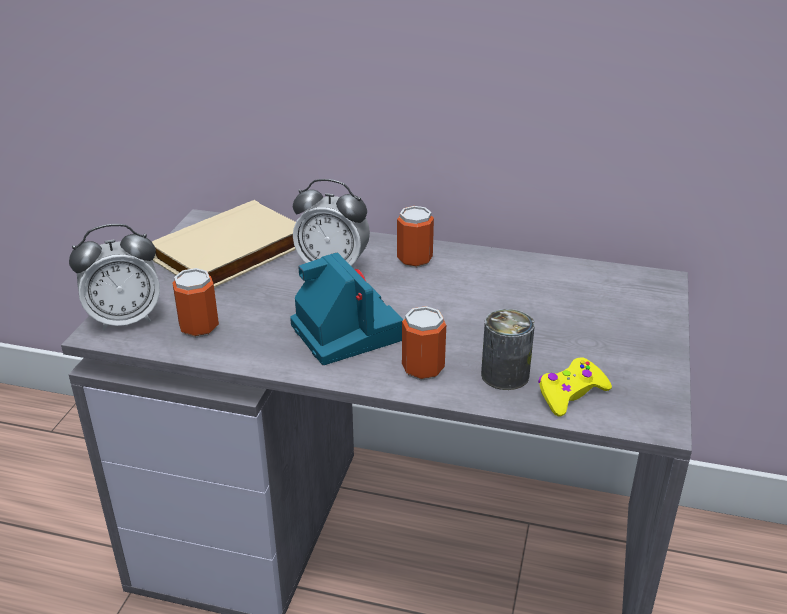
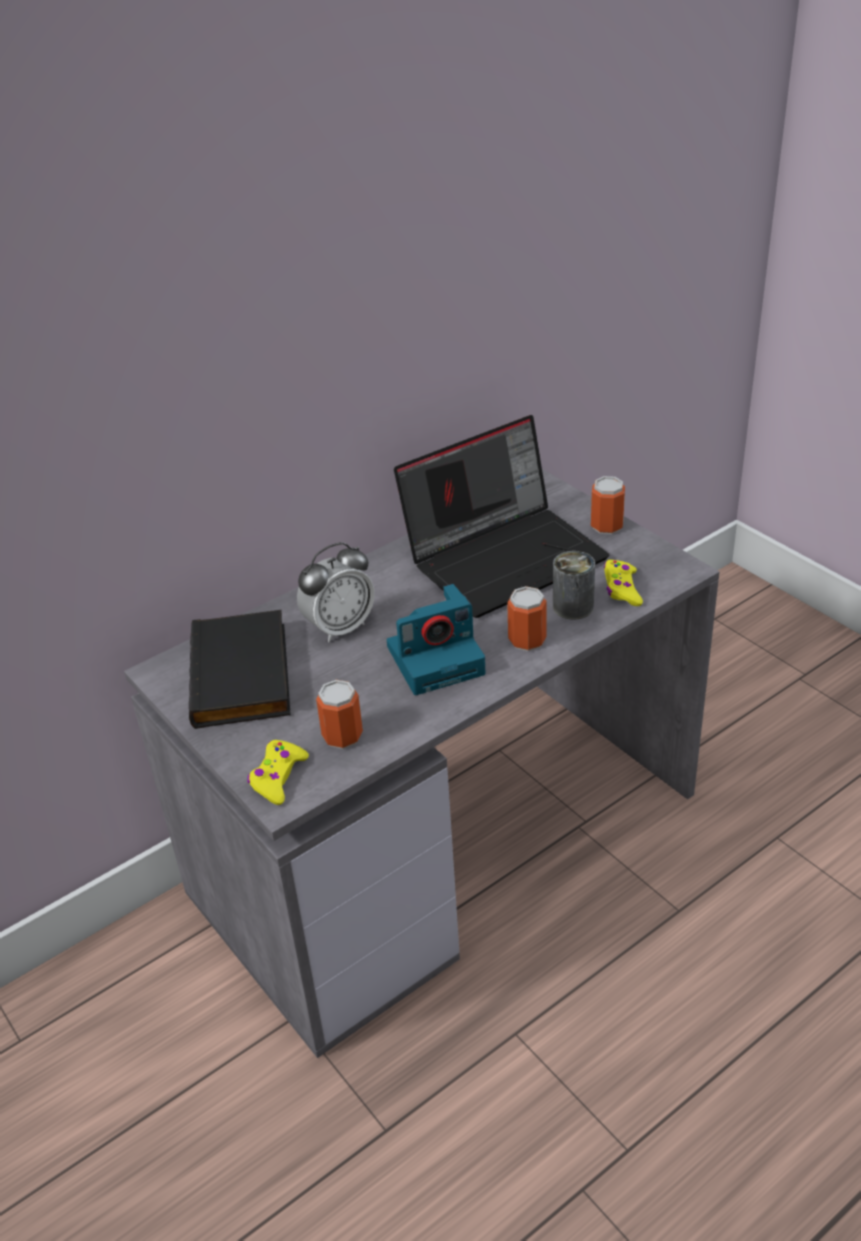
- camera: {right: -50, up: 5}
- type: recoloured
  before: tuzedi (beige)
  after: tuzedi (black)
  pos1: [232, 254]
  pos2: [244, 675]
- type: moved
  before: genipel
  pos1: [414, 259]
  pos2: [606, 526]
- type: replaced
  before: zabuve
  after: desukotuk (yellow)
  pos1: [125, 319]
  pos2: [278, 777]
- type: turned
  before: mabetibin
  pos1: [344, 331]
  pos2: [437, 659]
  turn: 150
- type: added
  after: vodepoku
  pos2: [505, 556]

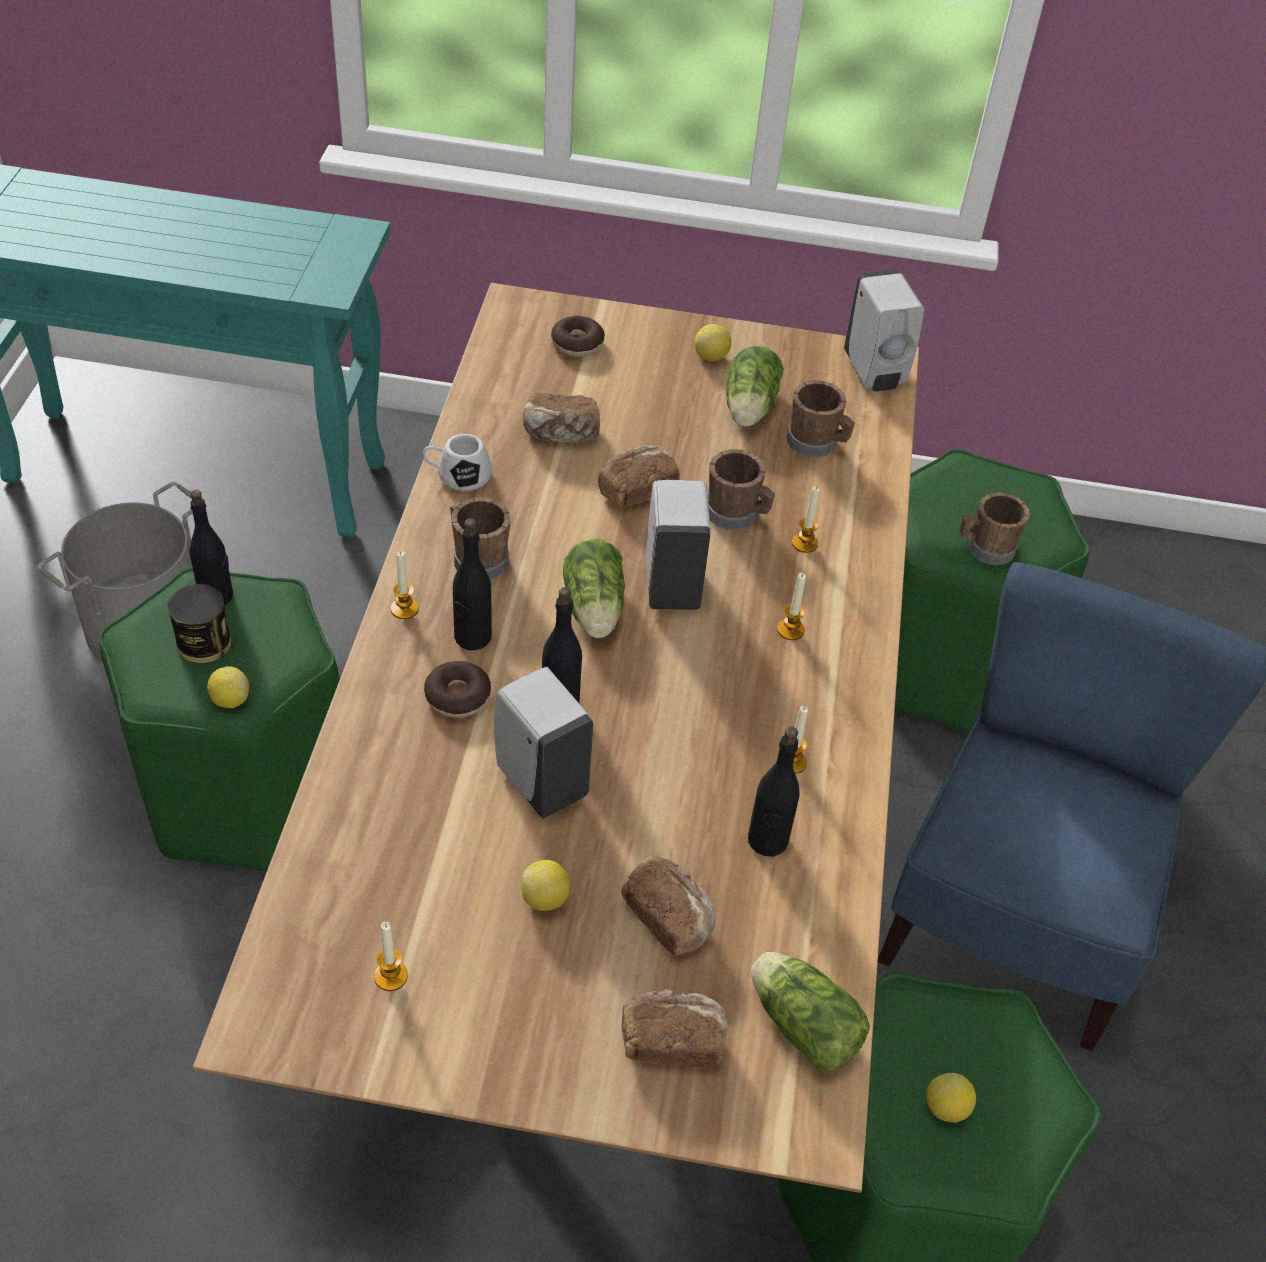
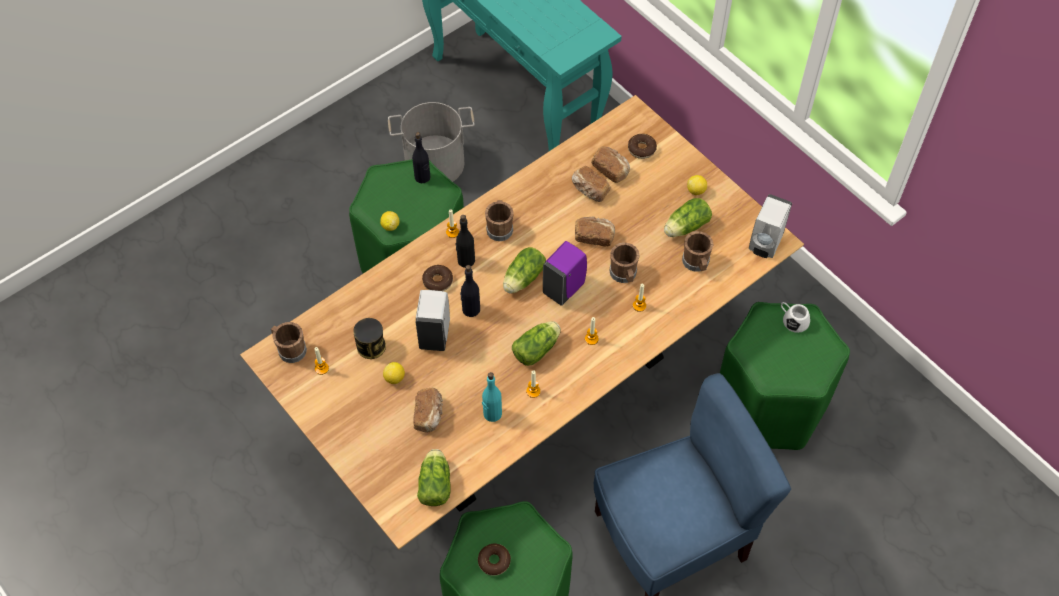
- camera: {right: 45, up: 10}
- type: moved
  before: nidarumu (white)
  pos1: [457, 475]
  pos2: [792, 320]
- type: recoloured
  before: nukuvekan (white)
  after: nukuvekan (purple)
  pos1: [672, 584]
  pos2: [565, 288]
- type: moved
  before: nidarumu (brown)
  pos1: [985, 549]
  pos2: [290, 349]
- type: moved
  before: genipel
  pos1: [204, 643]
  pos2: [371, 346]
- type: recoloured
  before: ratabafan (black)
  after: ratabafan (turquoise)
  pos1: [767, 840]
  pos2: [492, 413]
- type: moved
  before: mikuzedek
  pos1: [672, 1040]
  pos2: [611, 169]
- type: replaced
  before: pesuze
  after: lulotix
  pos1: [945, 1108]
  pos2: [494, 561]
- type: added
  after: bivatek
  pos2: [538, 348]

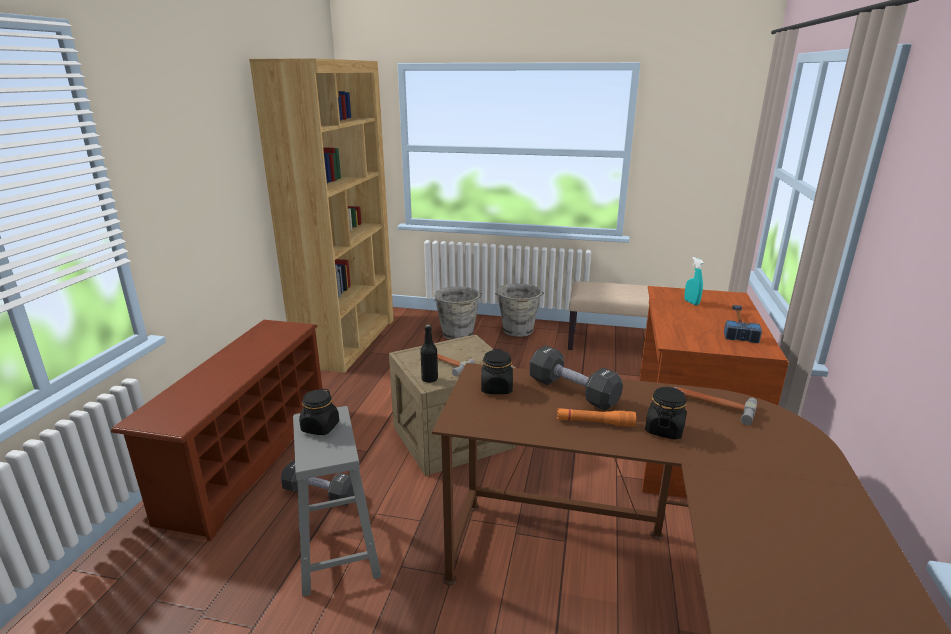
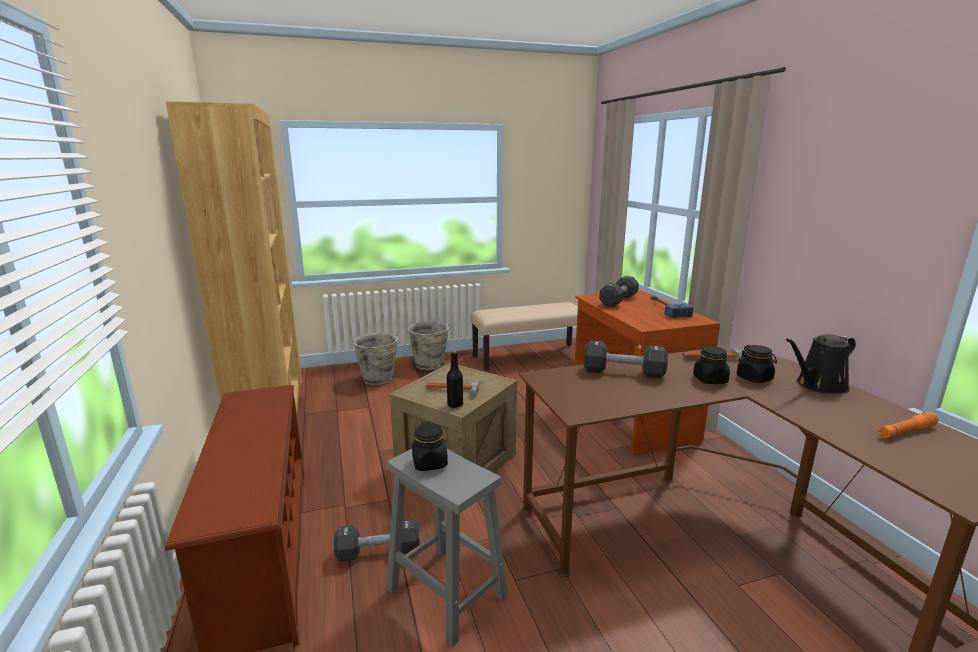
- camera: {right: -30, up: -5}
- type: replaced
  before: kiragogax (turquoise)
  after: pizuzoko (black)
  pos1: [691, 302]
  pos2: [618, 301]
- type: moved
  before: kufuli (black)
  pos1: [496, 388]
  pos2: [754, 378]
- type: moved
  before: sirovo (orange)
  pos1: [595, 422]
  pos2: [905, 431]
- type: added
  after: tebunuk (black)
  pos2: [818, 386]

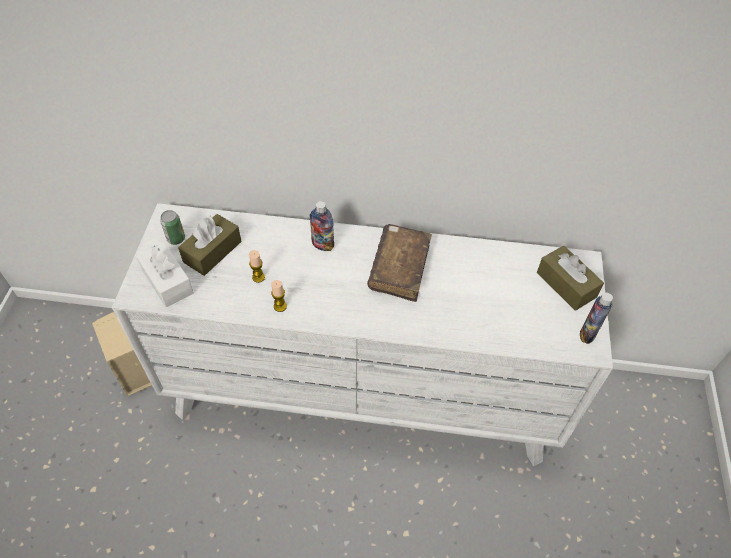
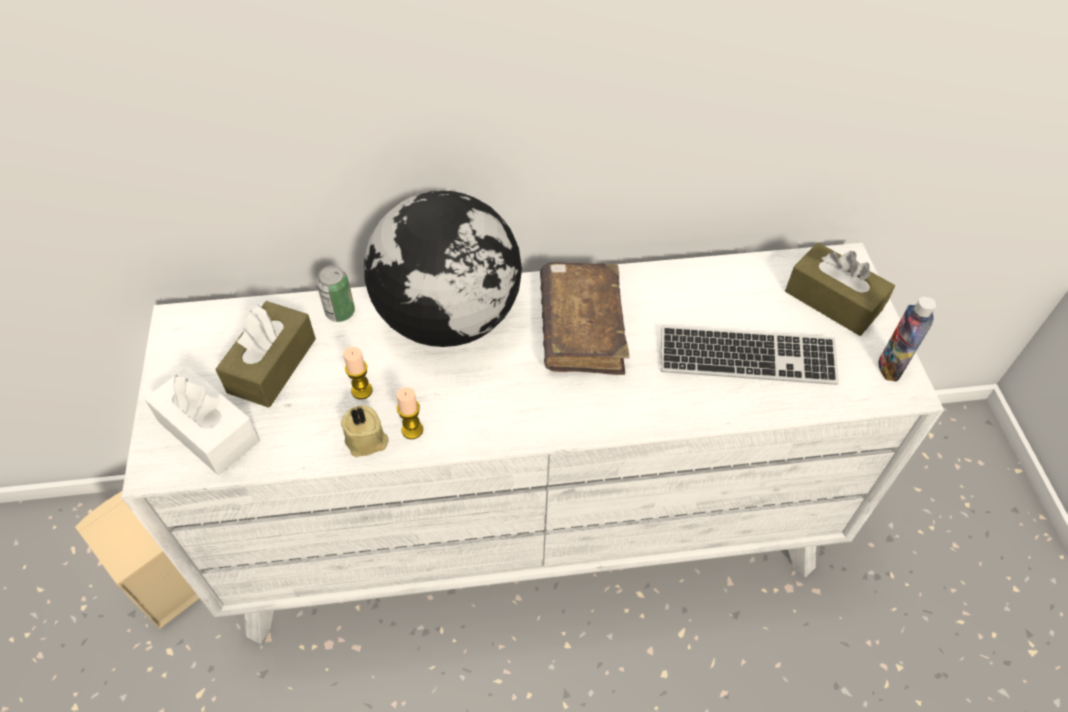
- camera: {right: -15, up: 0}
- type: replaced
  before: ratabafan
  after: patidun
  pos1: [323, 245]
  pos2: [450, 317]
- type: moved
  before: genipel
  pos1: [176, 239]
  pos2: [340, 312]
- type: added
  after: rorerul
  pos2: [747, 358]
- type: added
  after: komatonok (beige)
  pos2: [367, 441]

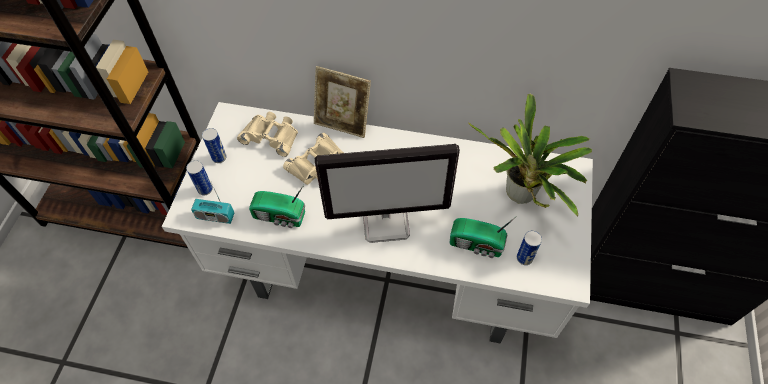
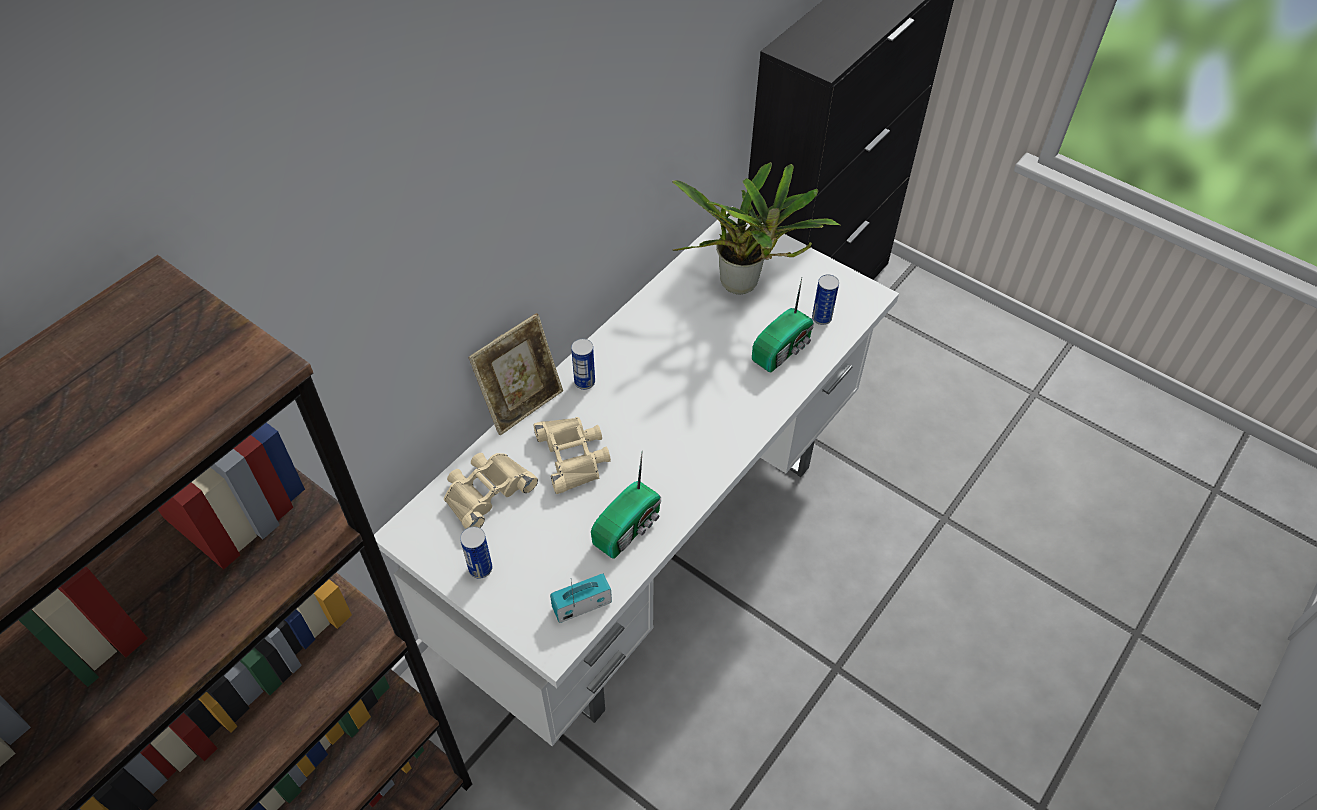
- camera: {right: -65, up: -5}
- type: removed
  before: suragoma
  pos1: [387, 221]
- type: moved
  before: genipel
  pos1: [205, 189]
  pos2: [584, 382]
- type: turned
  before: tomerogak
  pos1: [215, 216]
  pos2: [581, 605]
  turn: -150

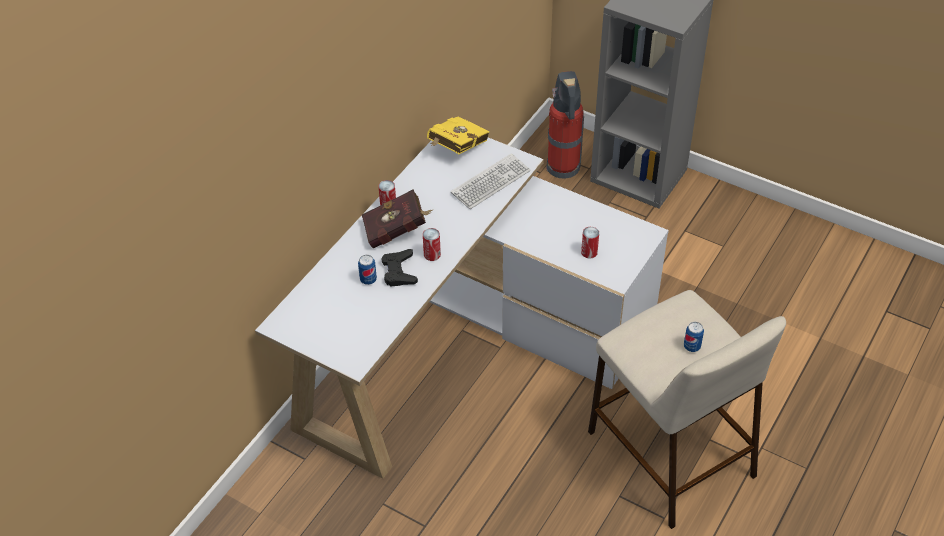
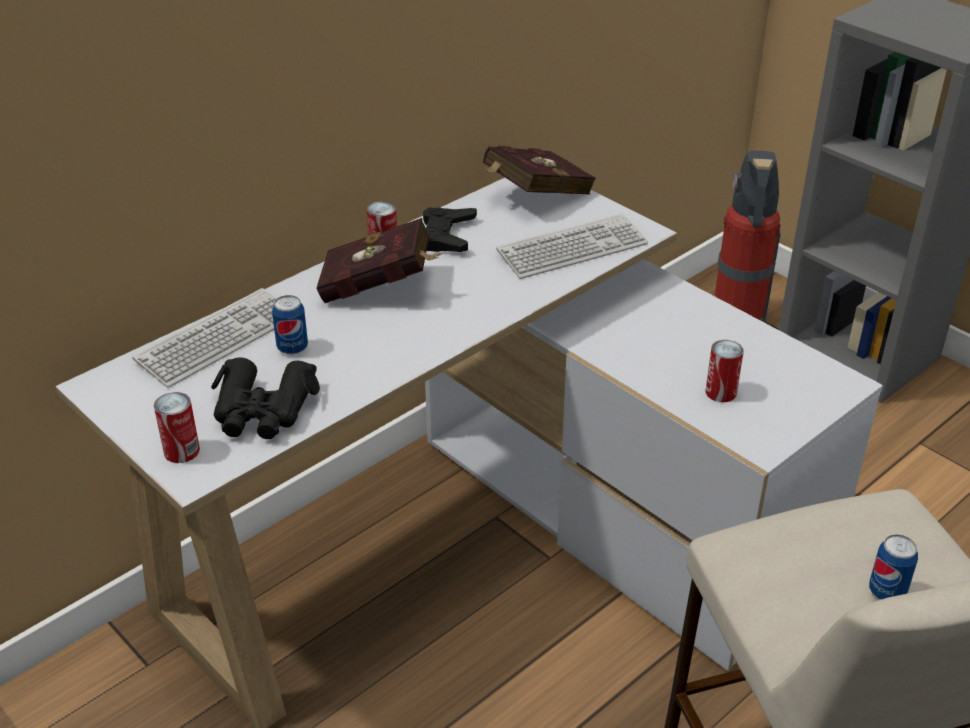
- camera: {right: 15, up: -10}
- type: recoloured
  before: tuzedi (yellow)
  after: tuzedi (red)
  pos1: [456, 148]
  pos2: [534, 196]
- type: moved
  before: genipel
  pos1: [432, 254]
  pos2: [181, 451]
- type: moved
  before: desukotuk (black)
  pos1: [399, 271]
  pos2: [446, 236]
- type: added
  after: rorerul
  pos2: [217, 339]
- type: added
  after: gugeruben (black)
  pos2: [263, 410]

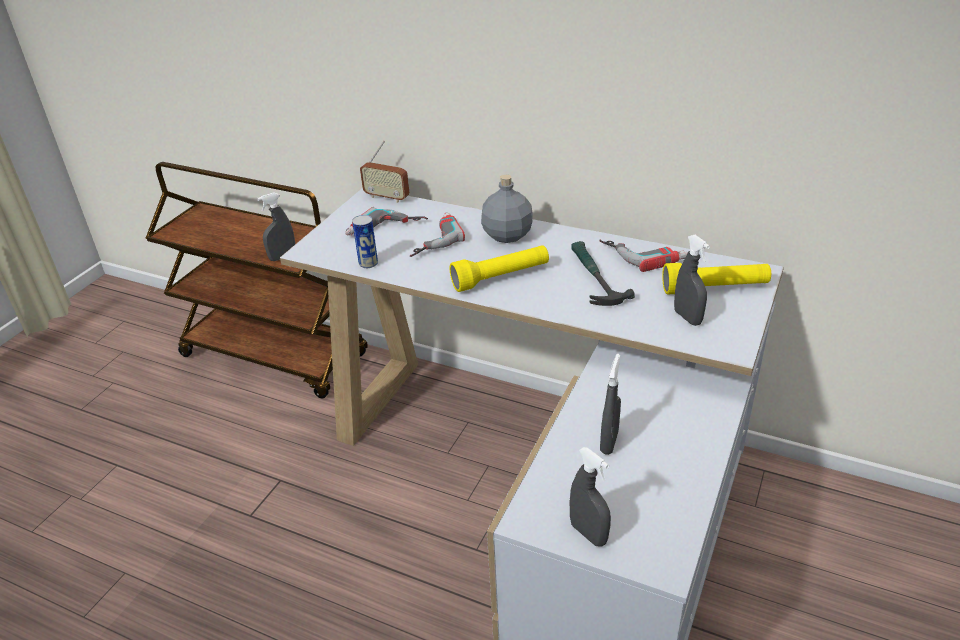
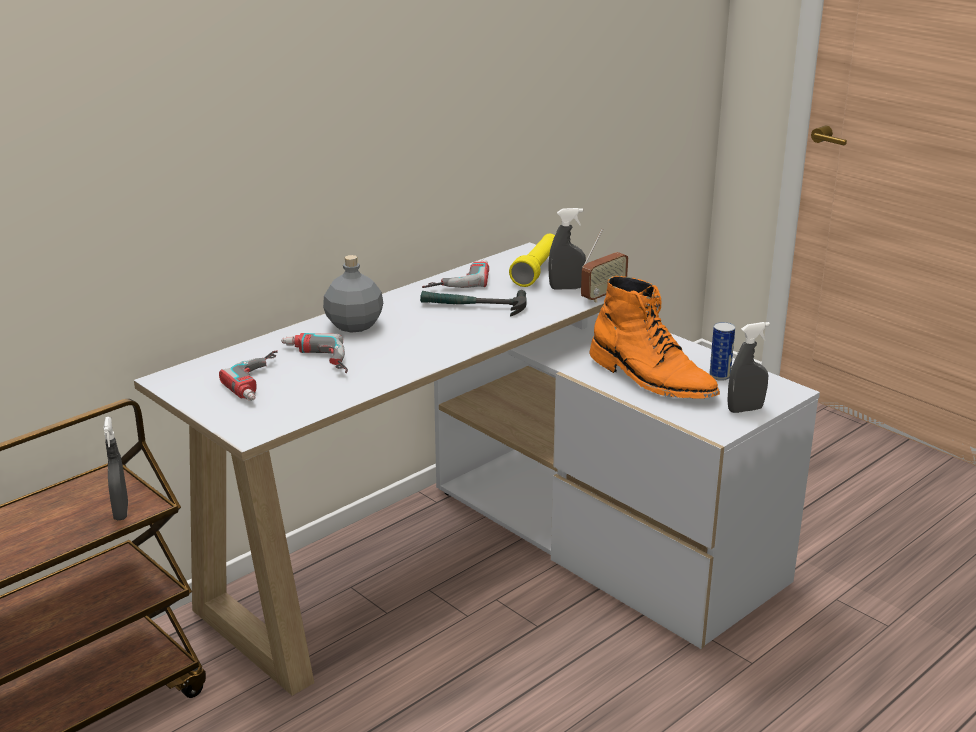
- camera: {right: -70, up: -10}
- type: moved
  before: tomerogak
  pos1: [387, 197]
  pos2: [603, 295]
- type: moved
  before: genipel
  pos1: [368, 263]
  pos2: [719, 376]
- type: removed
  before: sirovo (yellow)
  pos1: [501, 278]
- type: replaced
  before: kiragogax (grey)
  after: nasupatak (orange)
  pos1: [609, 442]
  pos2: [651, 379]

